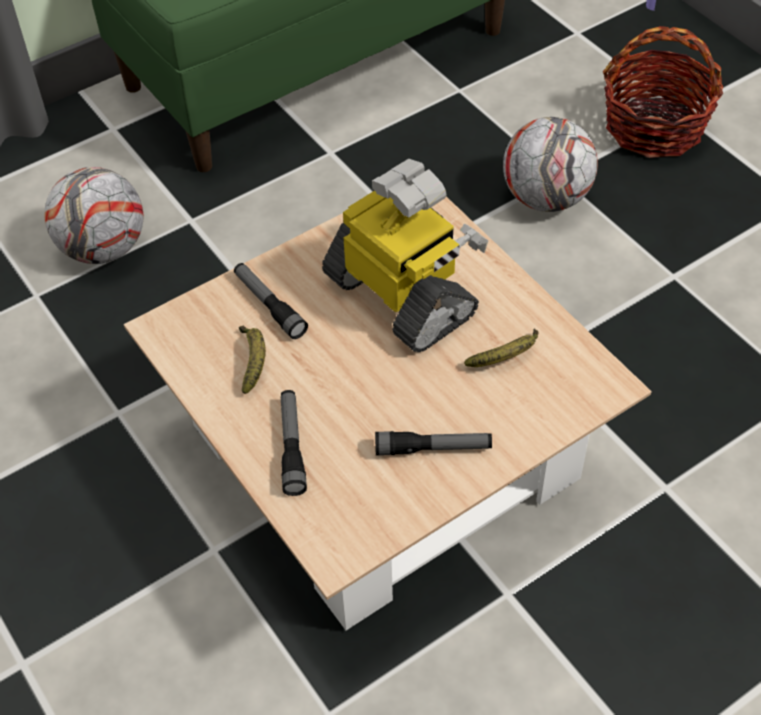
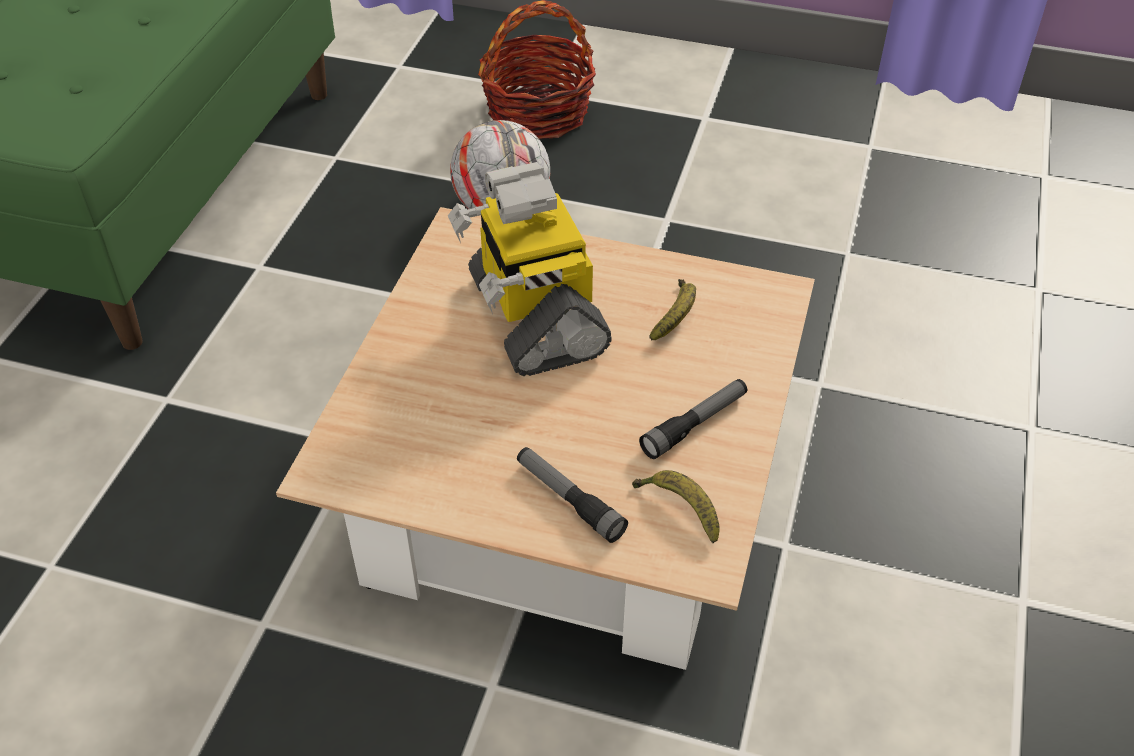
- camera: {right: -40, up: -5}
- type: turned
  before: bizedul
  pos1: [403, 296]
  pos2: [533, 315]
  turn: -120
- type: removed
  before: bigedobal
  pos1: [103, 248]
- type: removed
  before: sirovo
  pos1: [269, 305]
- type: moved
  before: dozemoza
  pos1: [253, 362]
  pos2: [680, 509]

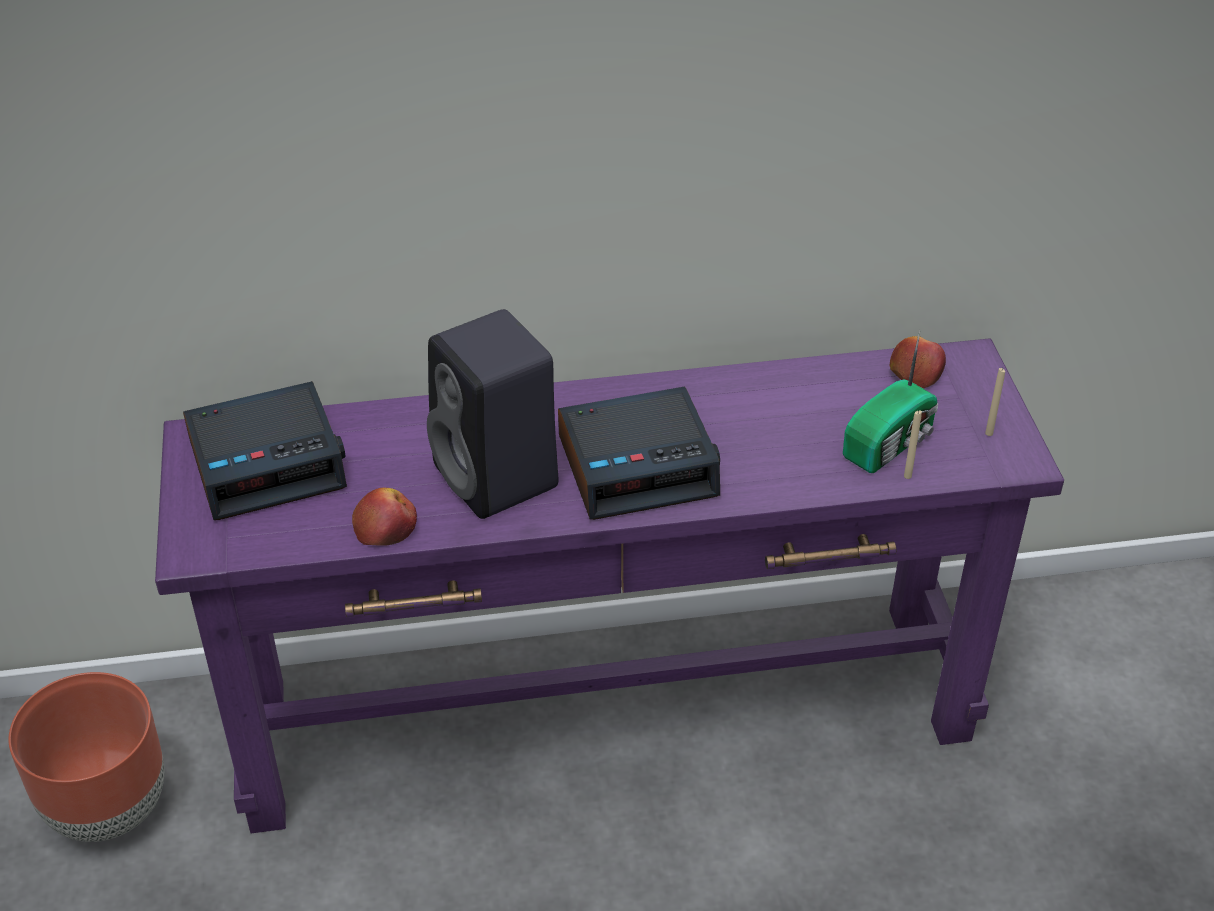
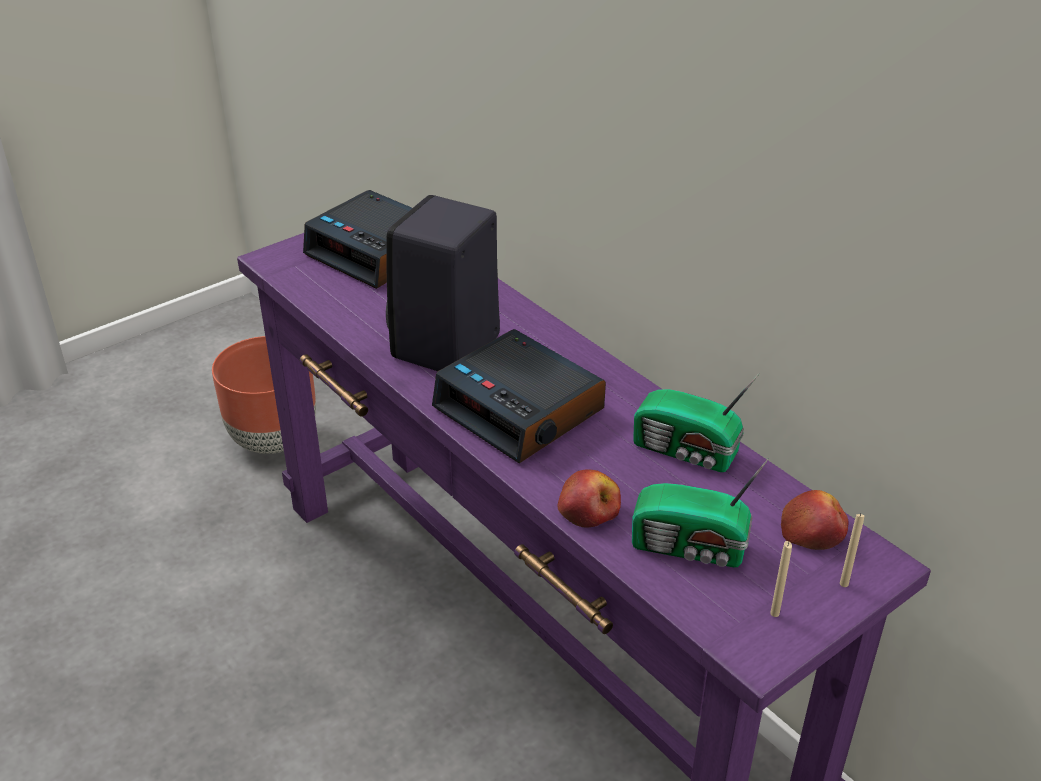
- camera: {right: 60, up: -5}
- type: moved
  before: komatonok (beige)
  pos1: [907, 476]
  pos2: [844, 584]
- type: moved
  before: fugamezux
  pos1: [386, 527]
  pos2: [589, 510]
- type: added
  after: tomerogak
  pos2: [687, 452]

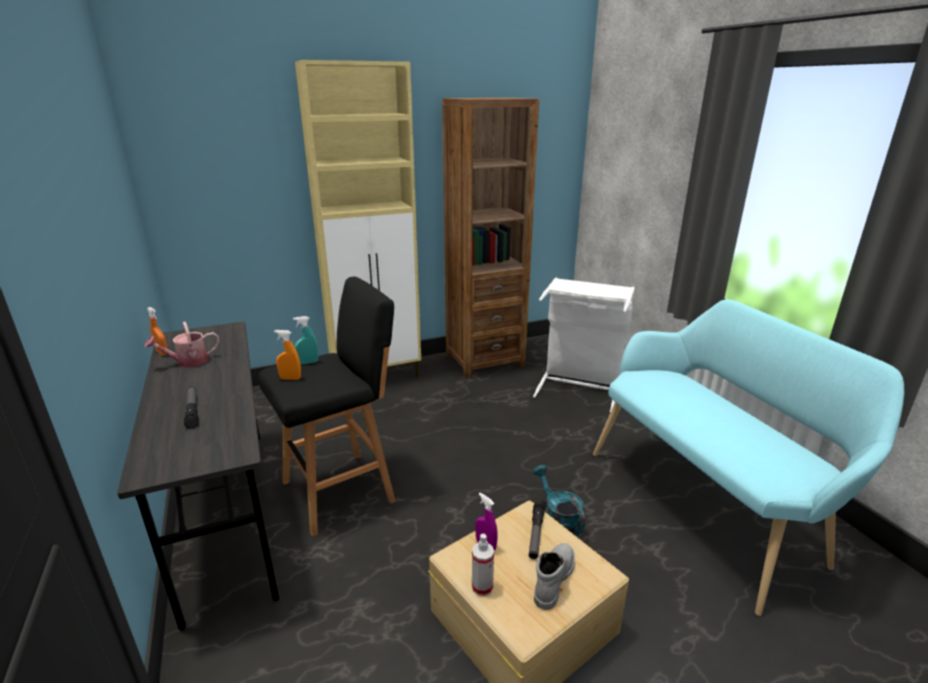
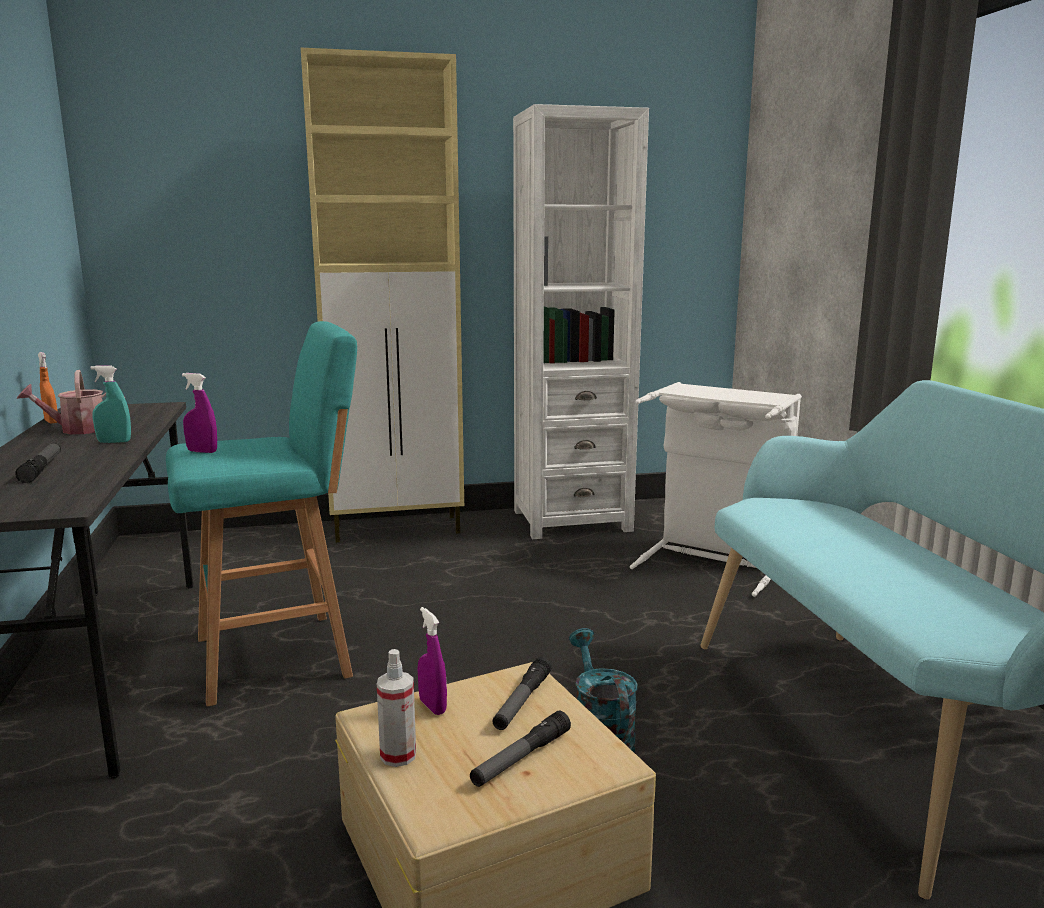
- camera: {right: 10, up: -10}
- type: recoloured
  before: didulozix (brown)
  after: didulozix (white)
  pos1: [484, 360]
  pos2: [571, 520]
- type: recoloured
  before: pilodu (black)
  after: pilodu (turquoise)
  pos1: [342, 490]
  pos2: [279, 655]
- type: moved
  before: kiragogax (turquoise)
  pos1: [308, 362]
  pos2: [114, 442]
- type: recoloured
  before: kiragogax (orange)
  after: kiragogax (purple)
  pos1: [290, 378]
  pos2: [202, 451]
- type: replaced
  before: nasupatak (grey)
  after: sirovo
  pos1: [553, 578]
  pos2: [521, 758]

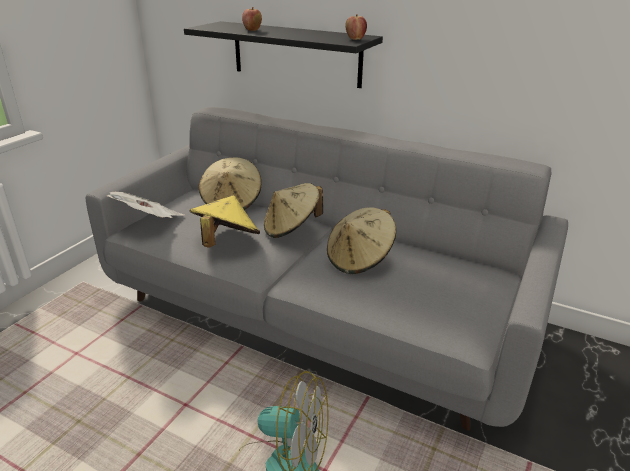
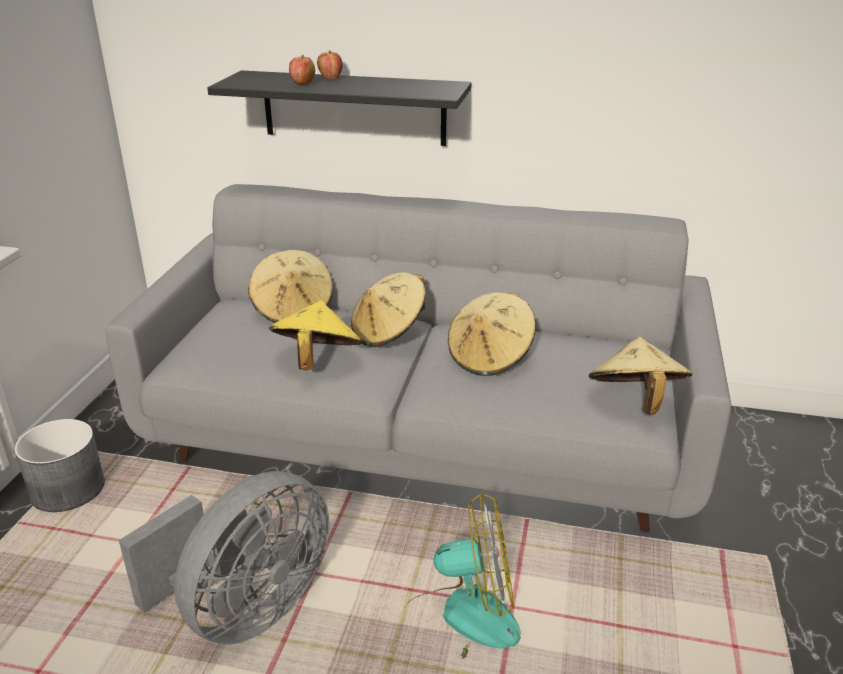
- camera: {right: -15, up: 0}
- type: moved
  before: fugamezux
  pos1: [355, 39]
  pos2: [330, 78]
- type: removed
  before: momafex
  pos1: [149, 221]
- type: added
  after: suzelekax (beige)
  pos2: [635, 402]
- type: added
  after: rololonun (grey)
  pos2: [68, 489]
- type: added
  after: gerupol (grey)
  pos2: [246, 610]

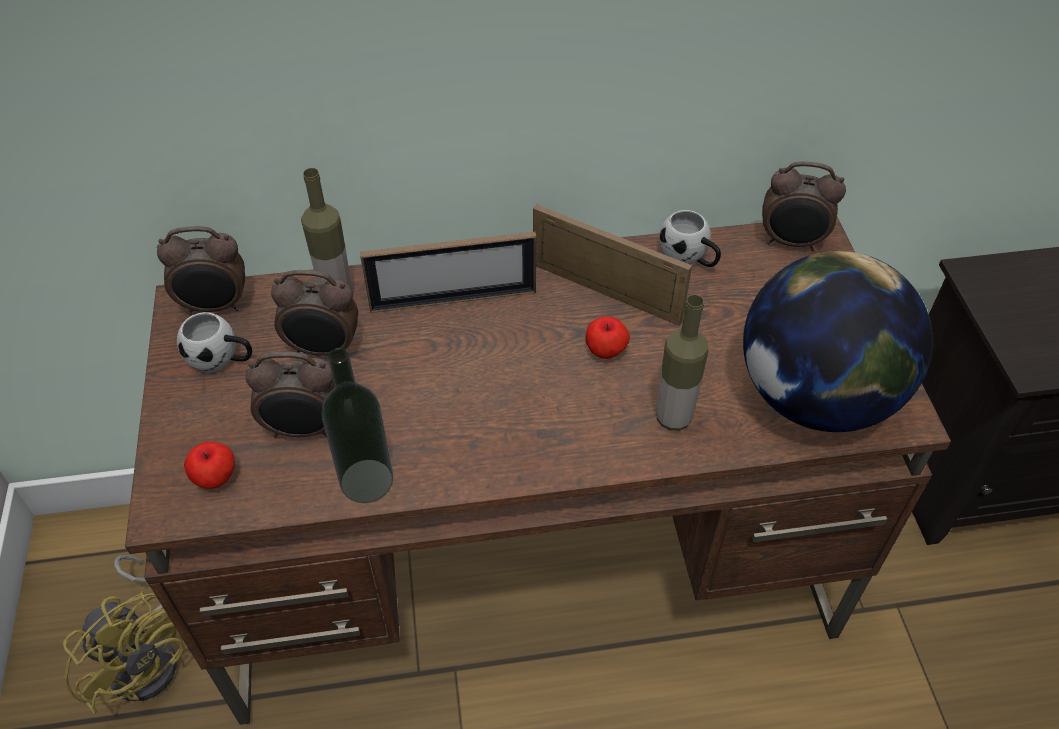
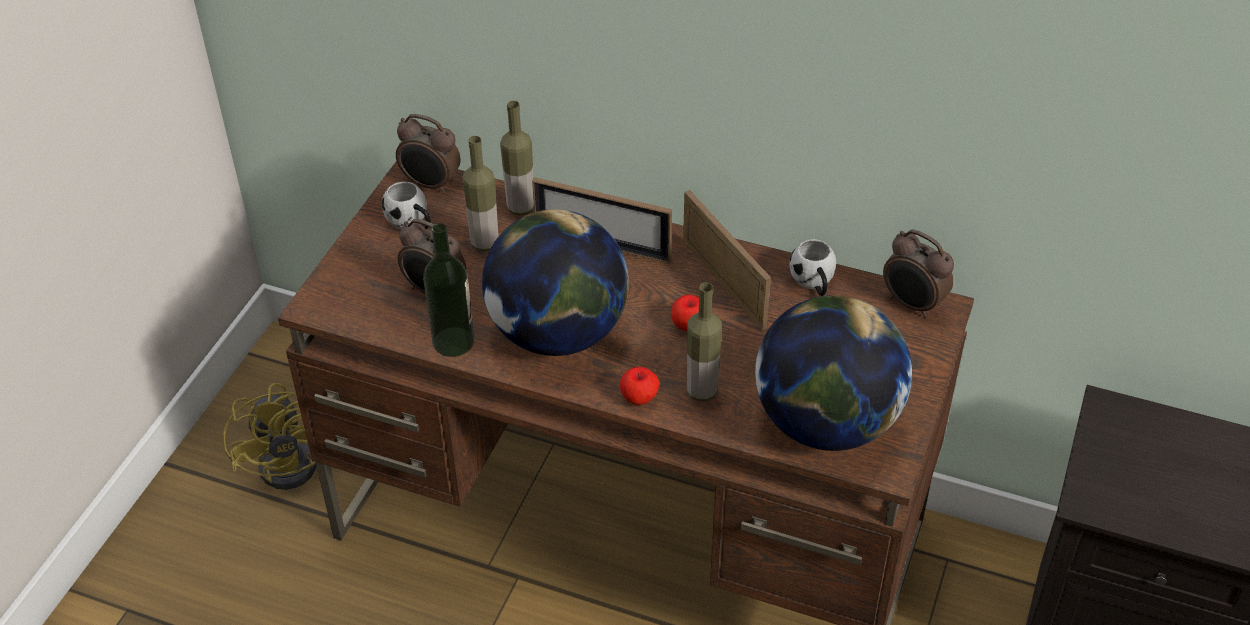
- camera: {right: 30, up: -5}
- type: replaced
  before: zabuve
  after: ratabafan
  pos1: [323, 349]
  pos2: [484, 243]
- type: moved
  before: fugamezux
  pos1: [215, 477]
  pos2: [639, 398]
- type: added
  after: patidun
  pos2: [558, 333]

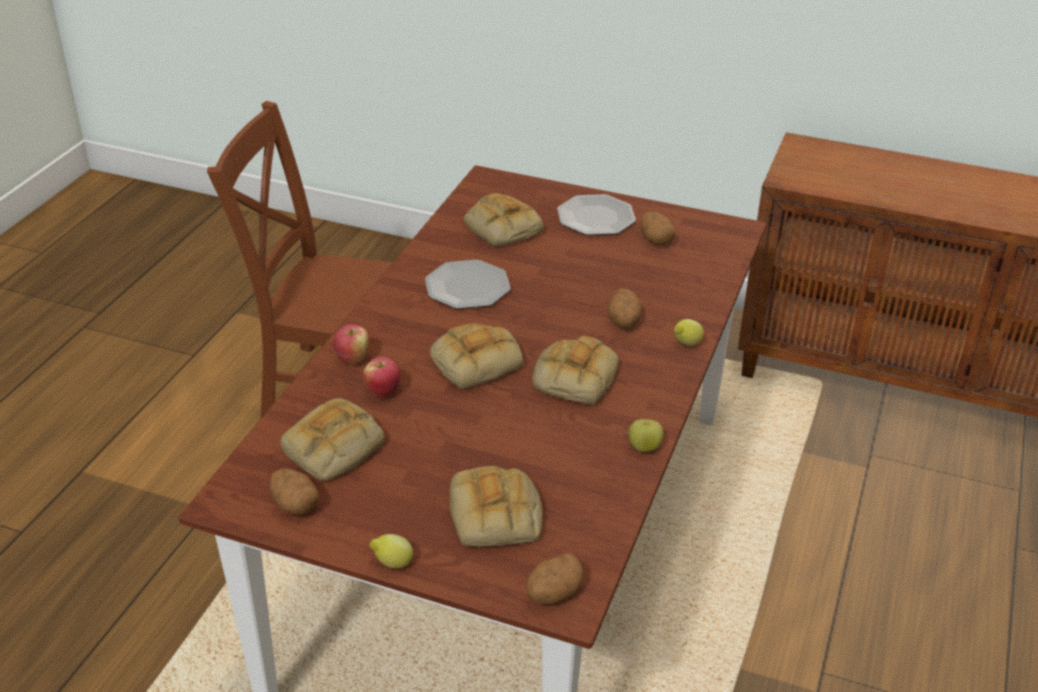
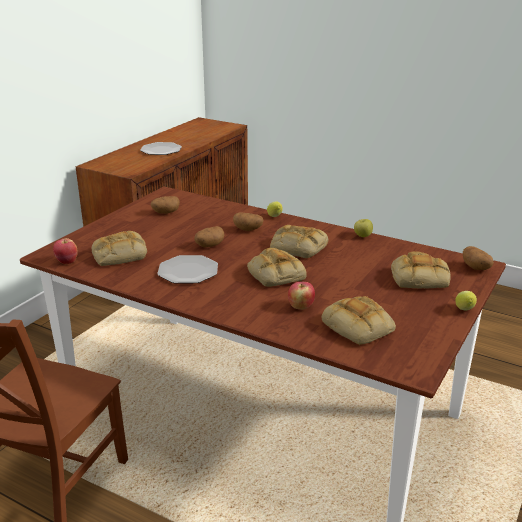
- camera: {right: -80, up: -10}
- type: moved
  before: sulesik
  pos1: [596, 217]
  pos2: [161, 150]
- type: moved
  before: fugamezux
  pos1: [353, 359]
  pos2: [67, 262]
- type: moved
  before: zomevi
  pos1: [295, 504]
  pos2: [209, 246]

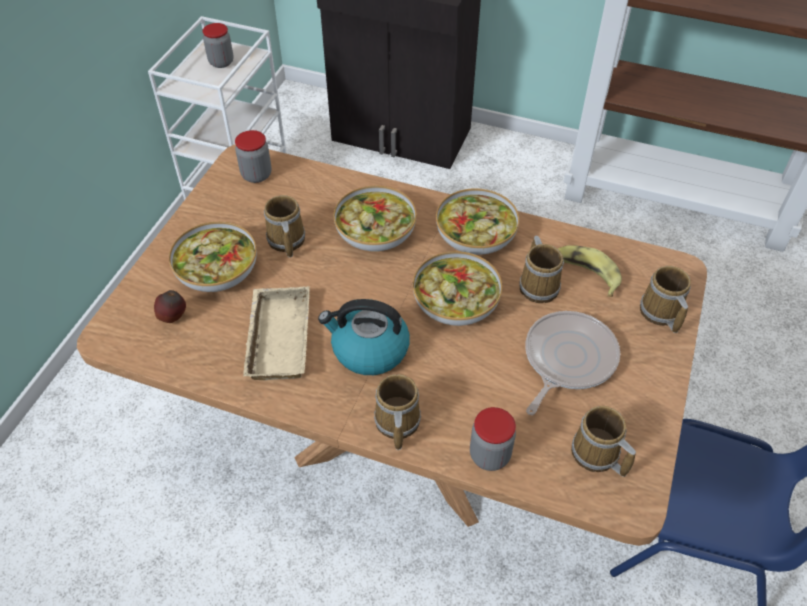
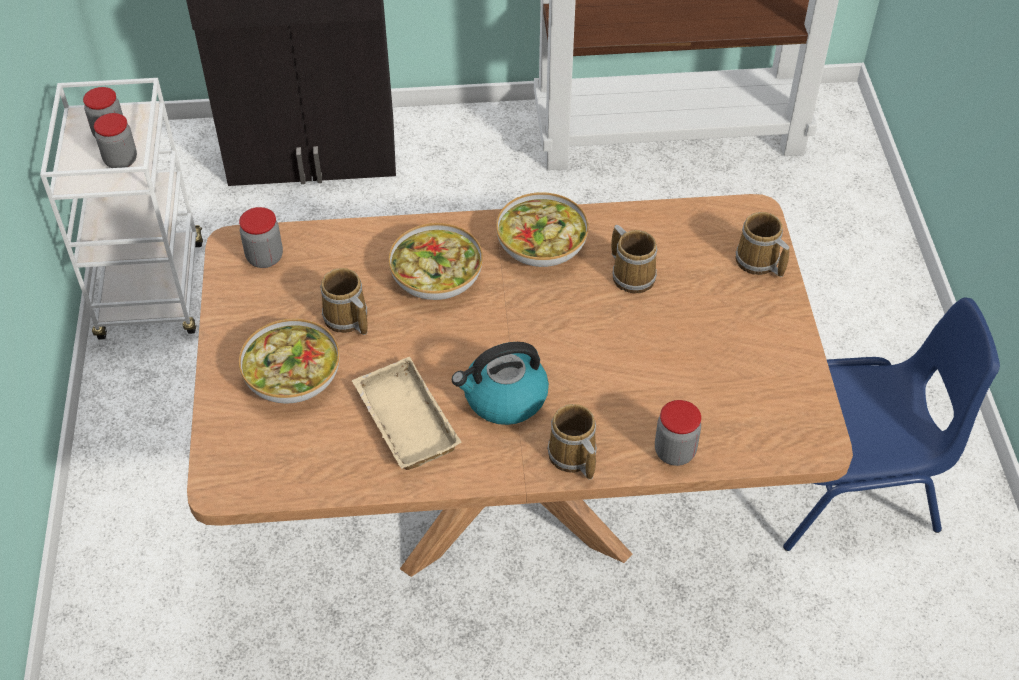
- camera: {right: -25, up: 0}
- type: removed
  before: dozemoza
  pos1: [585, 273]
- type: removed
  before: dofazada
  pos1: [456, 301]
- type: removed
  before: fugamezux
  pos1: [173, 318]
- type: removed
  before: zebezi
  pos1: [567, 359]
- type: removed
  before: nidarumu
  pos1: [596, 455]
- type: added
  after: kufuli
  pos2: [121, 160]

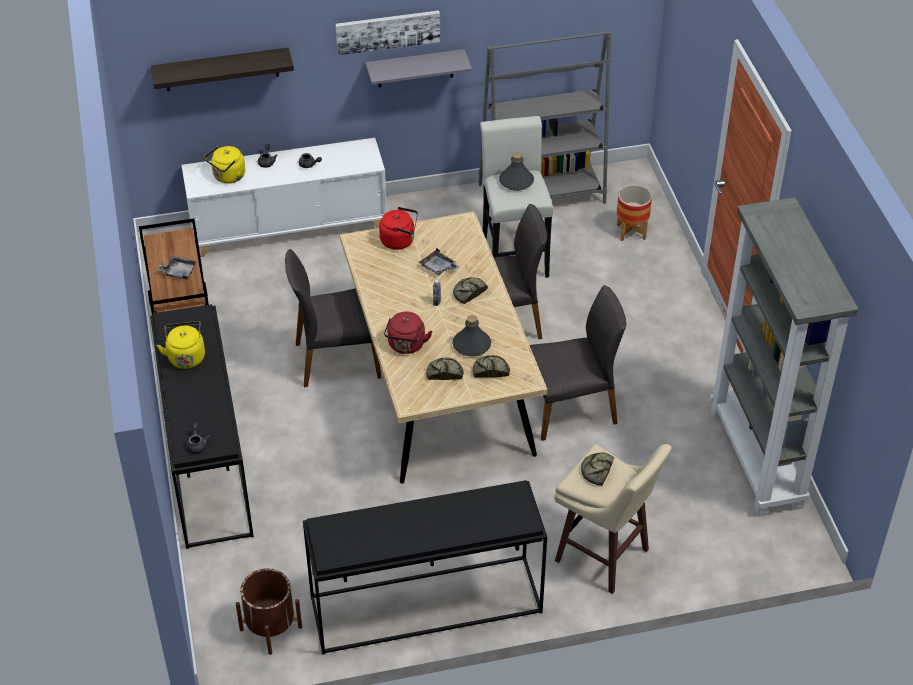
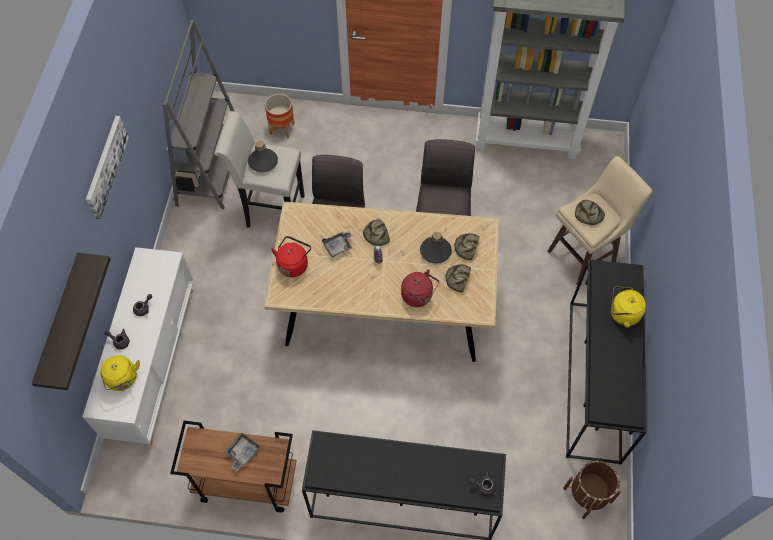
- camera: {right: -70, up: 15}
- type: removed
  before: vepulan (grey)
  pos1: [415, 68]
- type: removed
  before: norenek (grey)
  pos1: [336, 359]
- type: moved
  before: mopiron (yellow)
  pos1: [186, 356]
  pos2: [622, 314]

